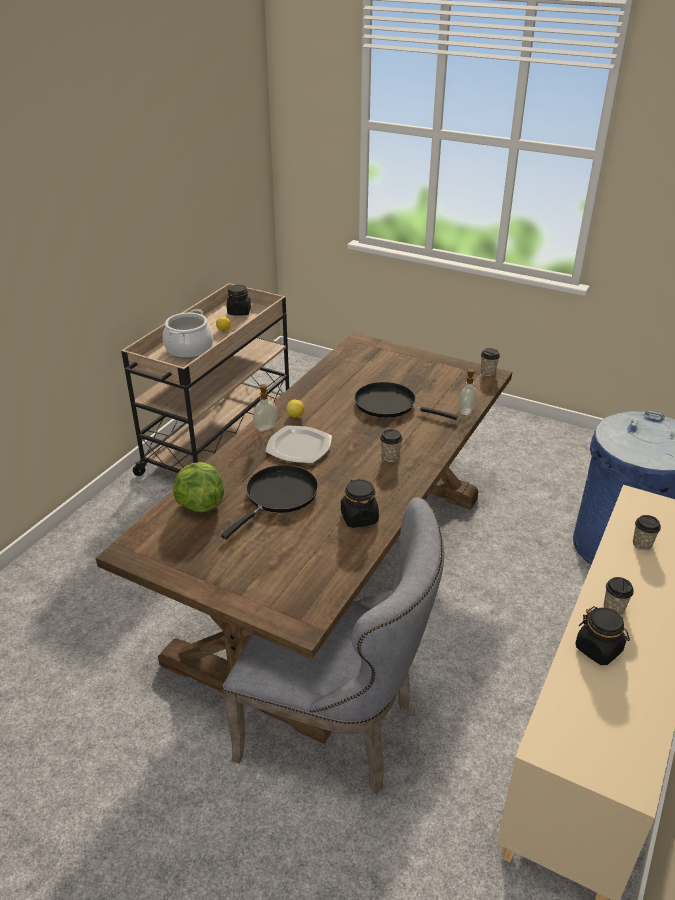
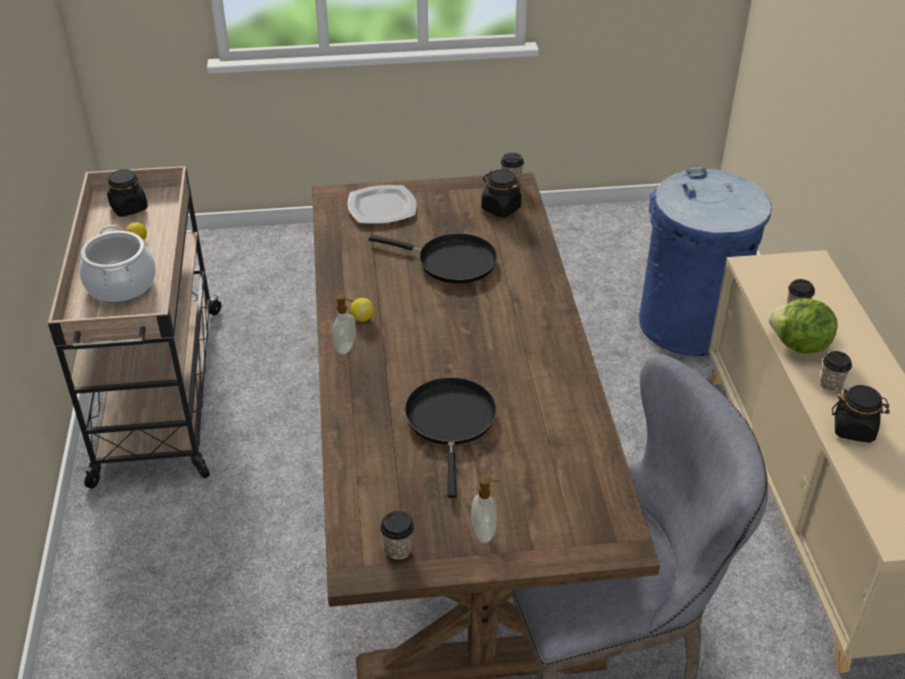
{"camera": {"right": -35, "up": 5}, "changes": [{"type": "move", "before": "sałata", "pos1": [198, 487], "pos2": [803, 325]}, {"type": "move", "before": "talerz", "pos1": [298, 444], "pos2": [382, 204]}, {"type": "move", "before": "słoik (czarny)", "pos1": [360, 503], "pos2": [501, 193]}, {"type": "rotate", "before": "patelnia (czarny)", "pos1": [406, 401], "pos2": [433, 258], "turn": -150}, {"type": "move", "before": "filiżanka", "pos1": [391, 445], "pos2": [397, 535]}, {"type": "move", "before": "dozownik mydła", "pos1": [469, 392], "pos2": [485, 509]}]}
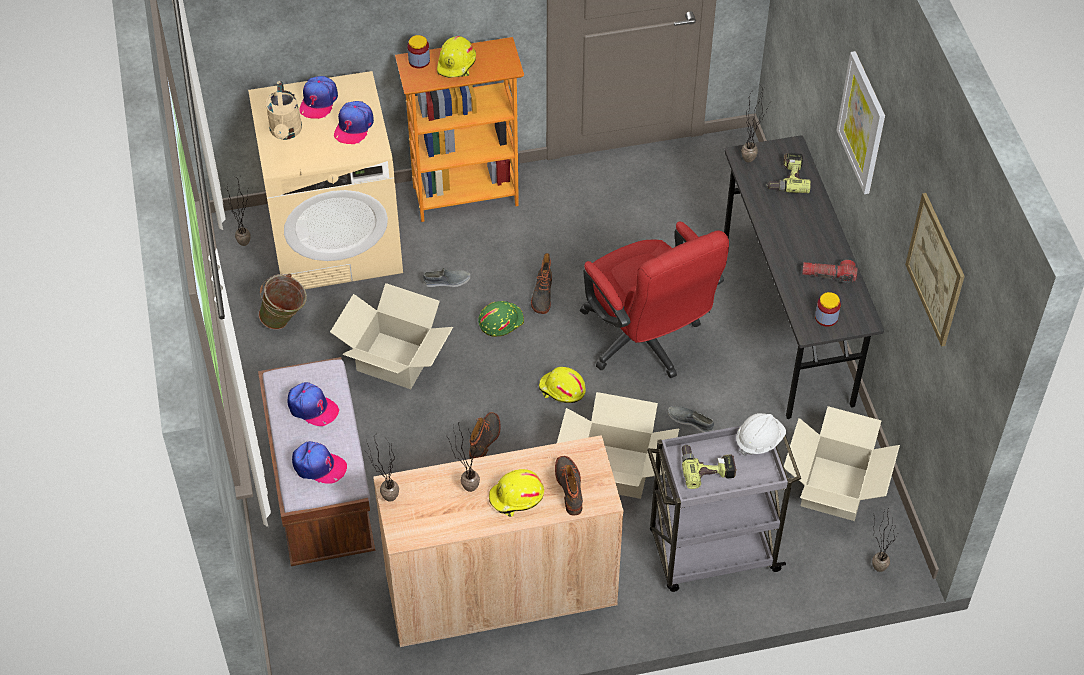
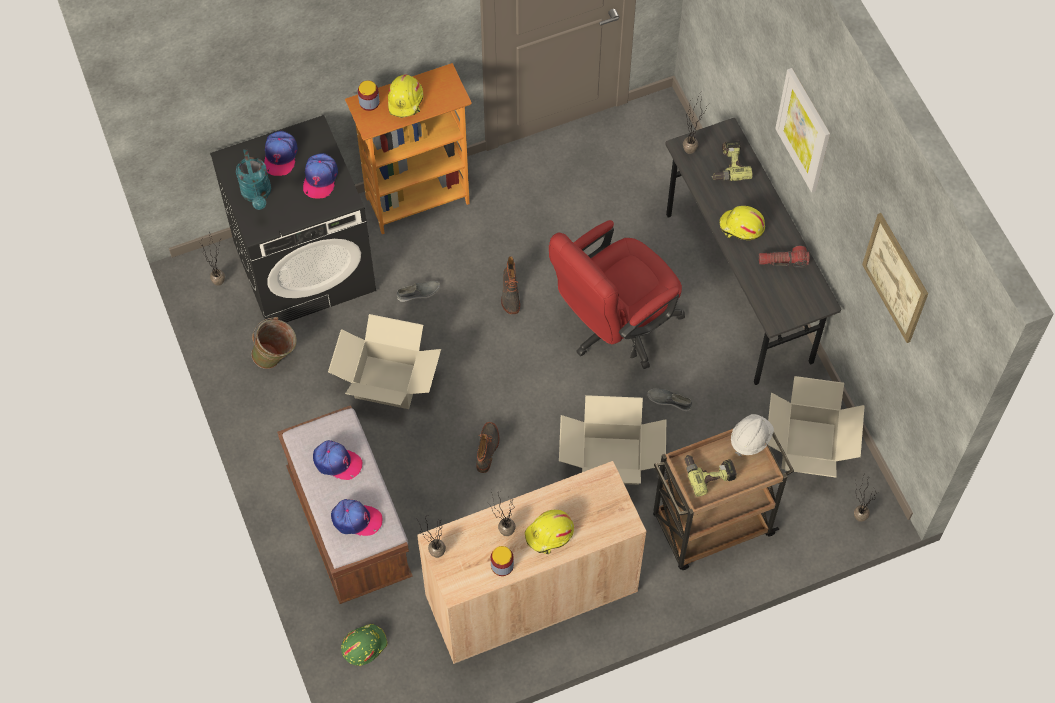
{"camera": {"right": -10, "up": 10}, "changes": [{"type": "recolor", "before": "pralka (beżowy)", "after": "pralka (czarny)", "pos1": [325, 180], "pos2": [293, 219]}, {"type": "recolor", "before": "konewka (beżowy)", "after": "konewka (turkusowy)", "pos1": [284, 110], "pos2": [253, 179]}, {"type": "move", "before": "kask (zielony)", "pos1": [501, 319], "pos2": [364, 645]}, {"type": "move", "before": "kask (żółty)", "pos1": [562, 385], "pos2": [742, 223]}, {"type": "delete", "before": "but z cholewką", "pos1": [569, 485]}, {"type": "rotate", "before": "krzesło biurowe (czerwony)", "pos1": [654, 300], "pos2": [617, 294], "turn": 90}, {"type": "recolor", "before": "wózek (szary)", "after": "wózek (brązowy)", "pos1": [724, 509], "pos2": [723, 499]}, {"type": "move", "before": "słoik", "pos1": [828, 309], "pos2": [502, 561]}]}
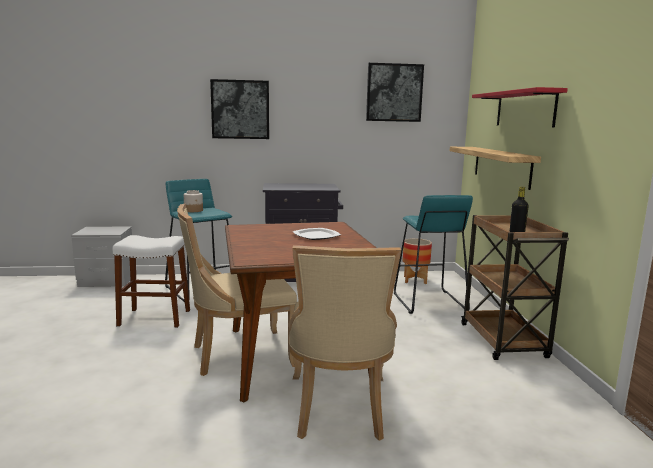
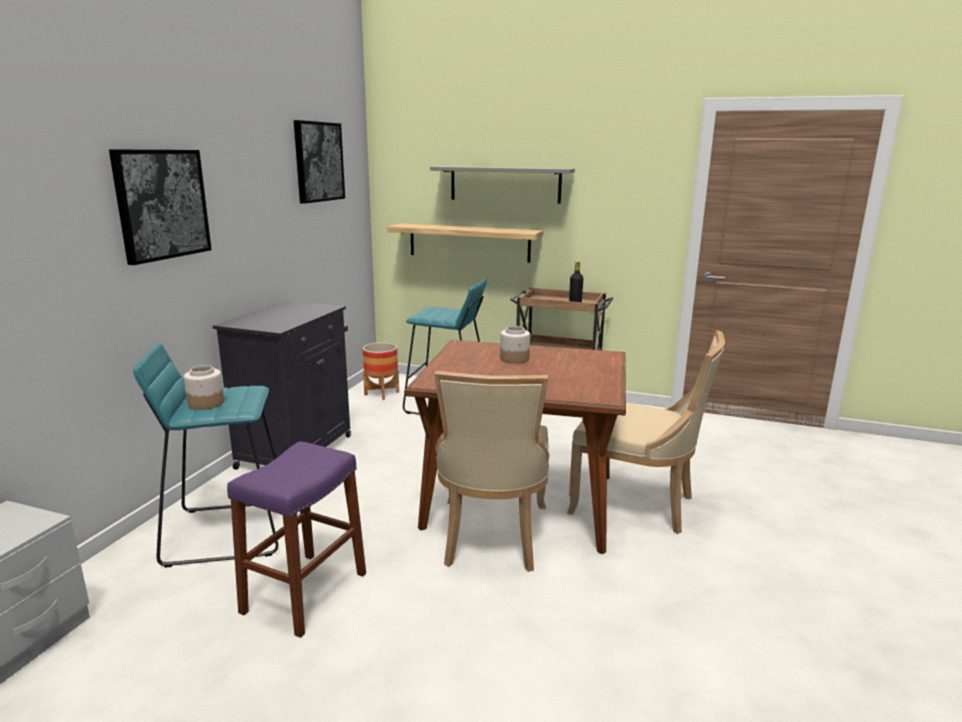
{"camera": {"right": -65, "up": 5}, "changes": [{"type": "recolor", "before": "stołek (biały)", "after": "stołek (fioletowy)", "pos1": [151, 281], "pos2": [296, 539]}, {"type": "replace", "before": "talerz", "after": "słoik", "pos1": [317, 234], "pos2": [515, 345]}, {"type": "recolor", "before": "półka (czerwony)", "after": "półka (szary)", "pos1": [520, 107], "pos2": [502, 185]}]}
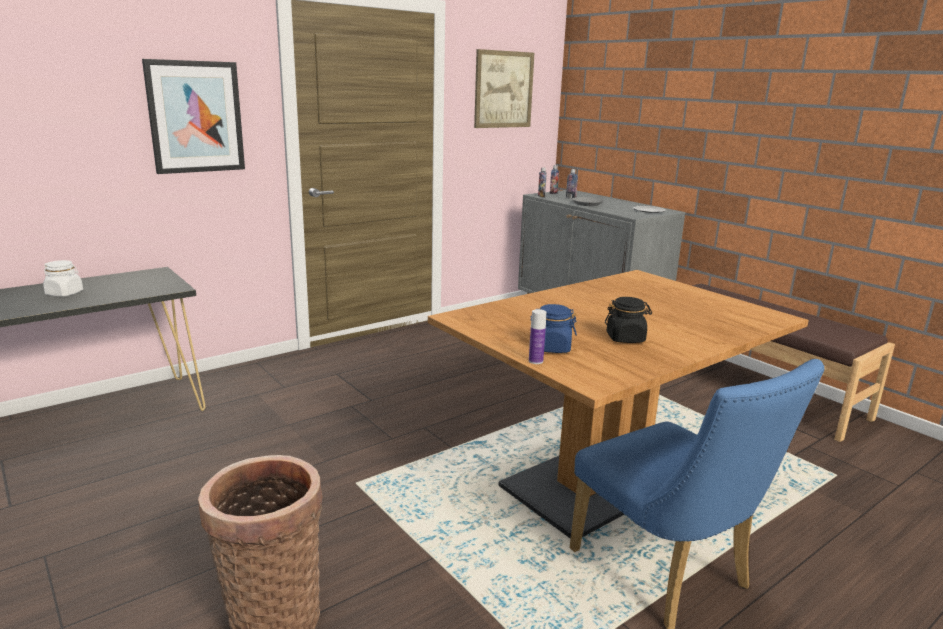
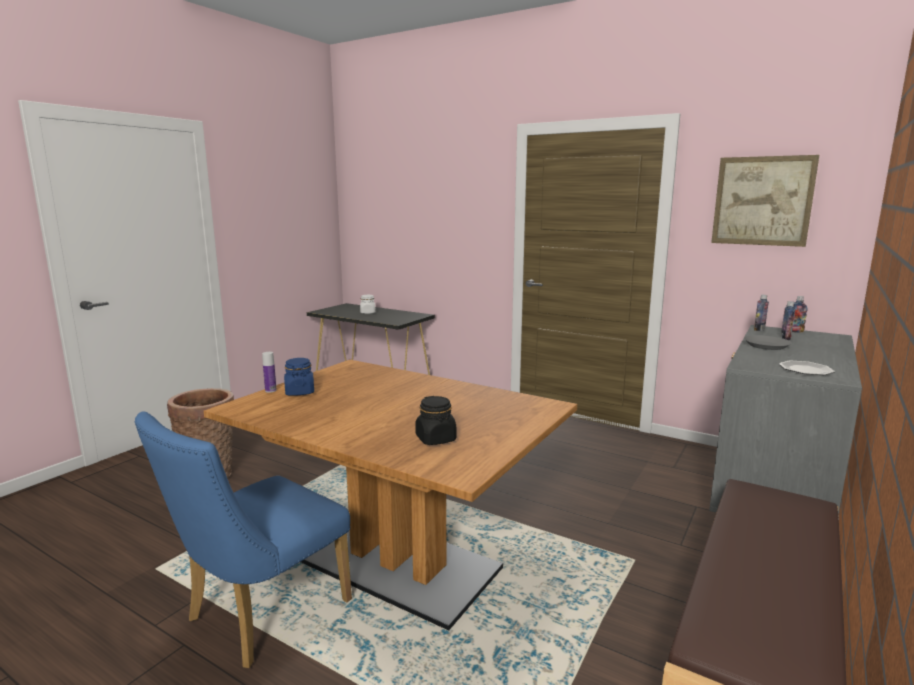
{"camera": {"right": 70, "up": -5}, "changes": [{"type": "delete", "before": "obraz", "pos1": [193, 116]}, {"type": "move", "before": "słoik (czarny)", "pos1": [628, 320], "pos2": [436, 420]}]}
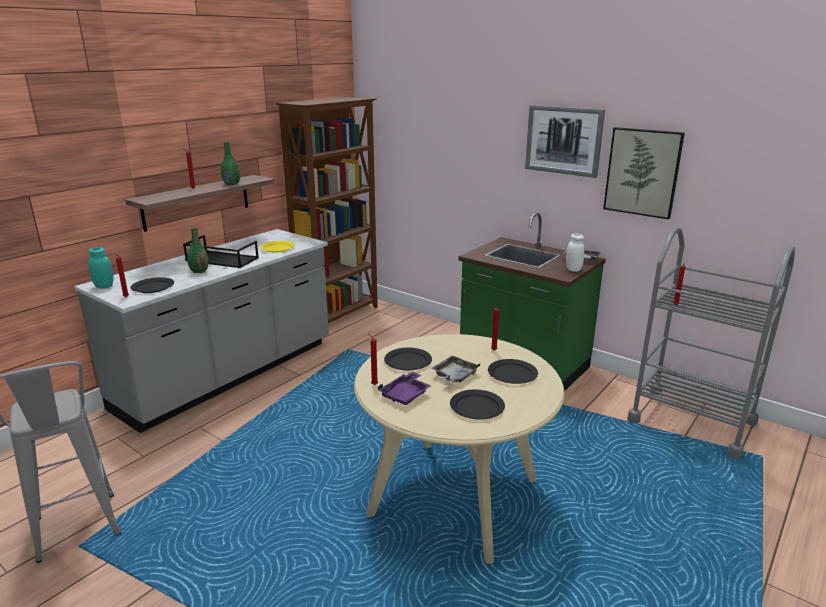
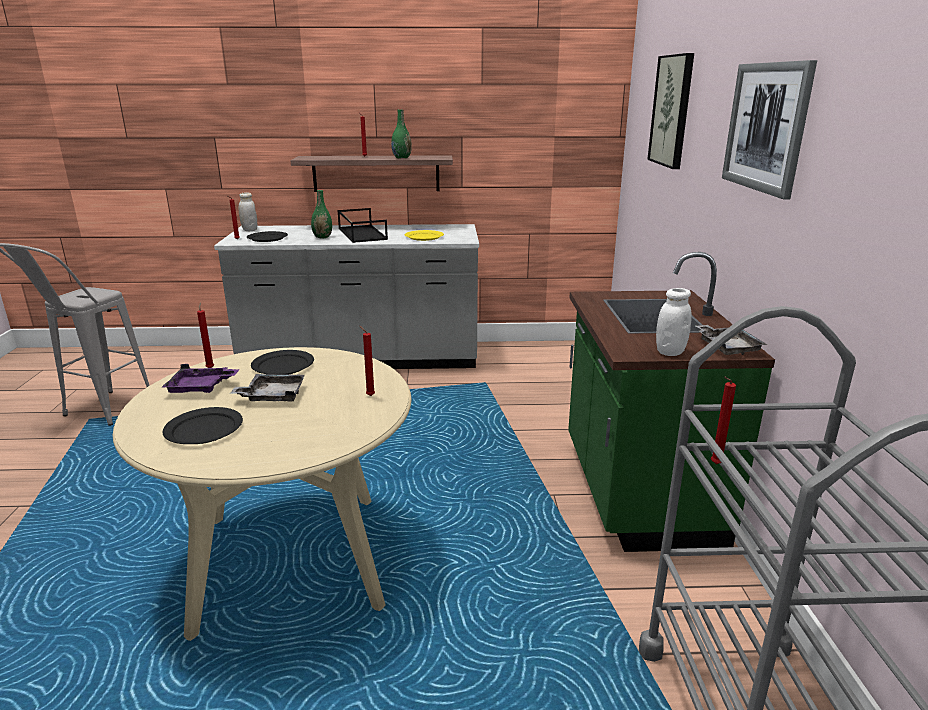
{"camera": {"right": 50, "up": 0}, "changes": [{"type": "recolor", "before": "słoik (turkusowy)", "after": "słoik (biały)", "pos1": [100, 267], "pos2": [247, 211]}, {"type": "delete", "before": "regał (brązowy)", "pos1": [327, 210]}, {"type": "delete", "before": "talerz (czarny)", "pos1": [513, 371]}, {"type": "move", "before": "obraz", "pos1": [644, 173], "pos2": [670, 111]}]}
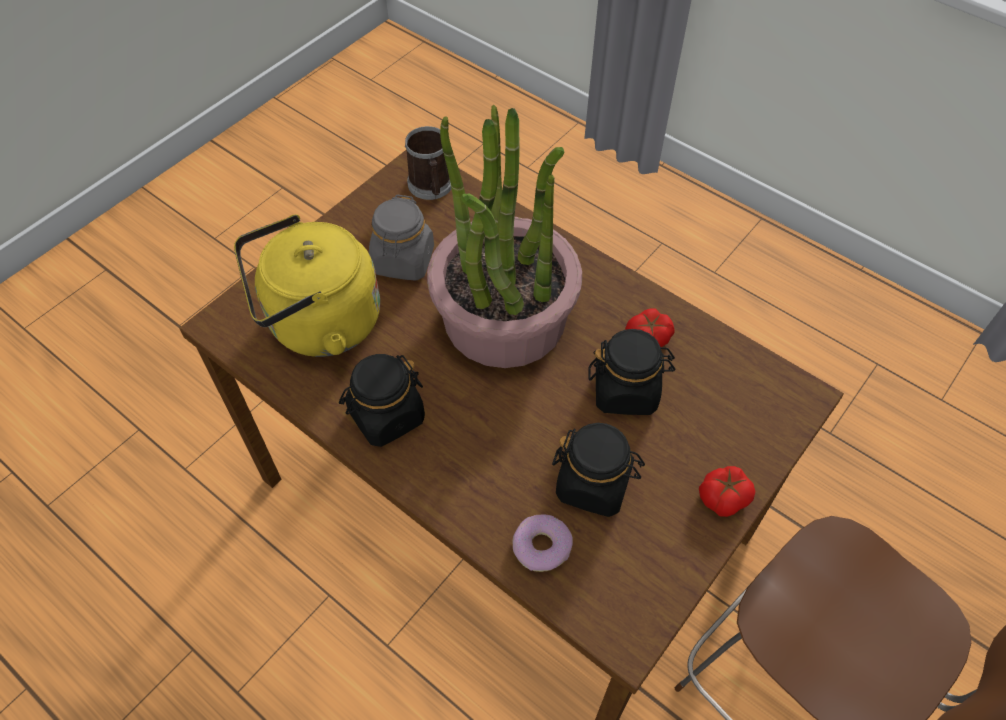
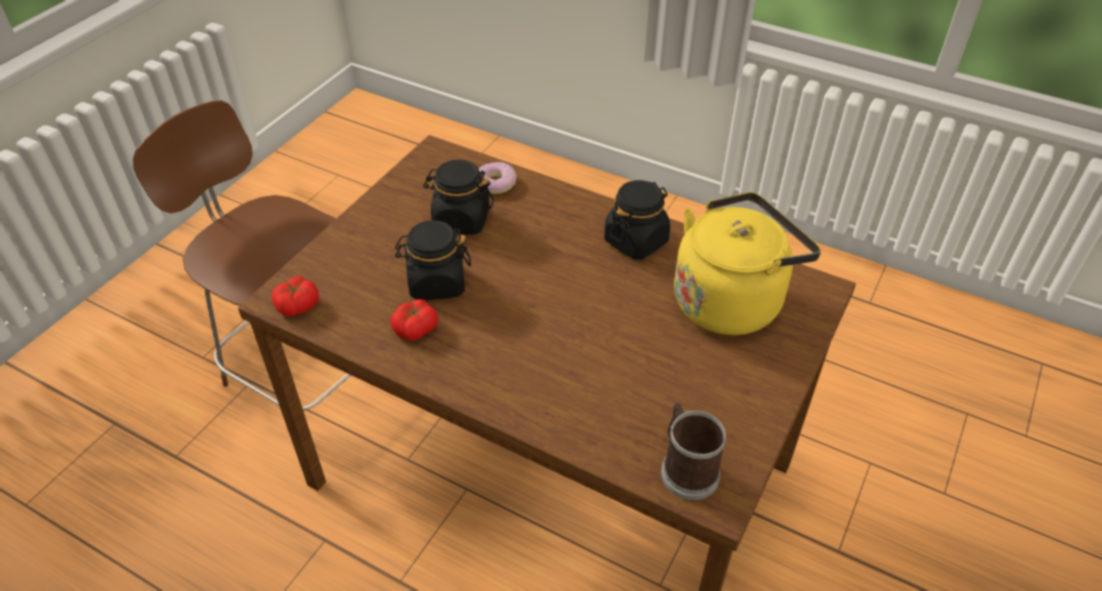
{"camera": {"right": 170, "up": -10}, "changes": [{"type": "delete", "before": "słoik (szary)", "pos1": [401, 238]}, {"type": "delete", "before": "roślina doniczkowa", "pos1": [504, 236]}, {"type": "move", "before": "pomidor", "pos1": [727, 491], "pos2": [295, 296]}]}
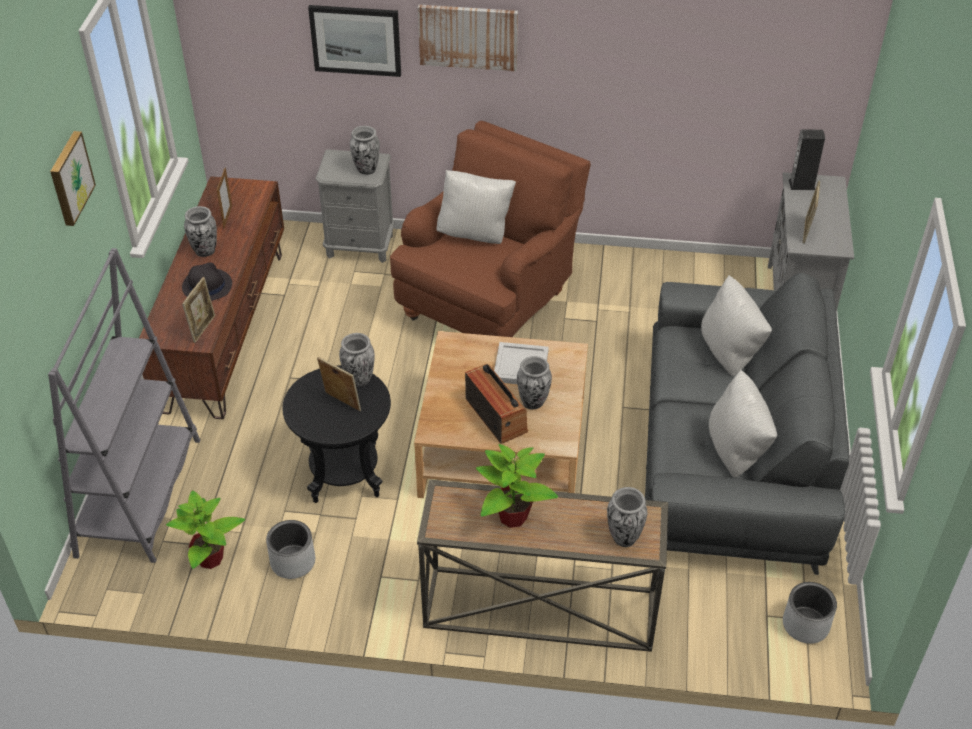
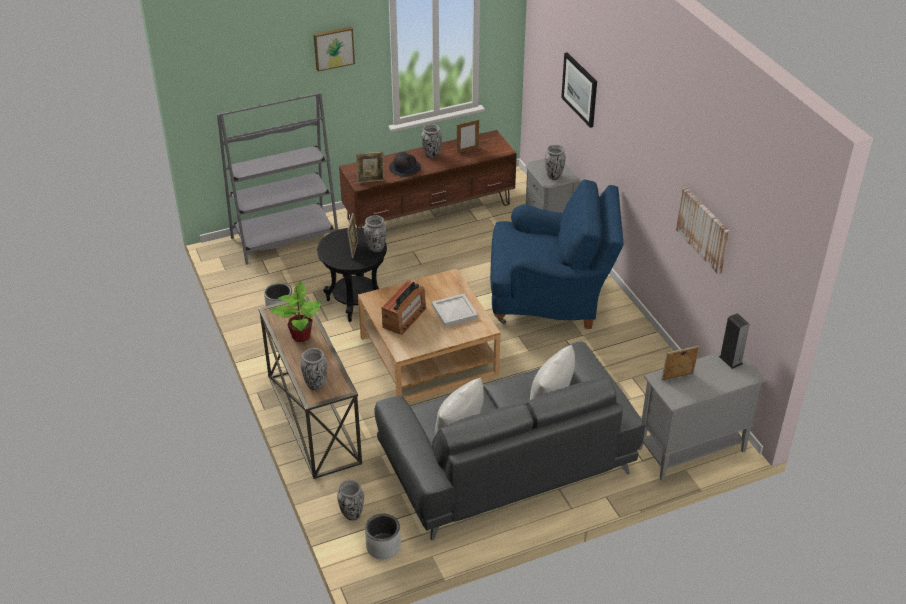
{"camera": {"right": 60, "up": -5}, "changes": [{"type": "delete", "before": "roślina doniczkowa", "pos1": [206, 529]}, {"type": "recolor", "before": "fotel (brązowy)", "after": "fotel (niebieski)", "pos1": [490, 229], "pos2": [557, 254]}, {"type": "move", "before": "obraz", "pos1": [468, 38], "pos2": [702, 230]}, {"type": "delete", "before": "poduszka (biały)", "pos1": [476, 207]}, {"type": "move", "before": "wazon", "pos1": [534, 383], "pos2": [350, 500]}]}
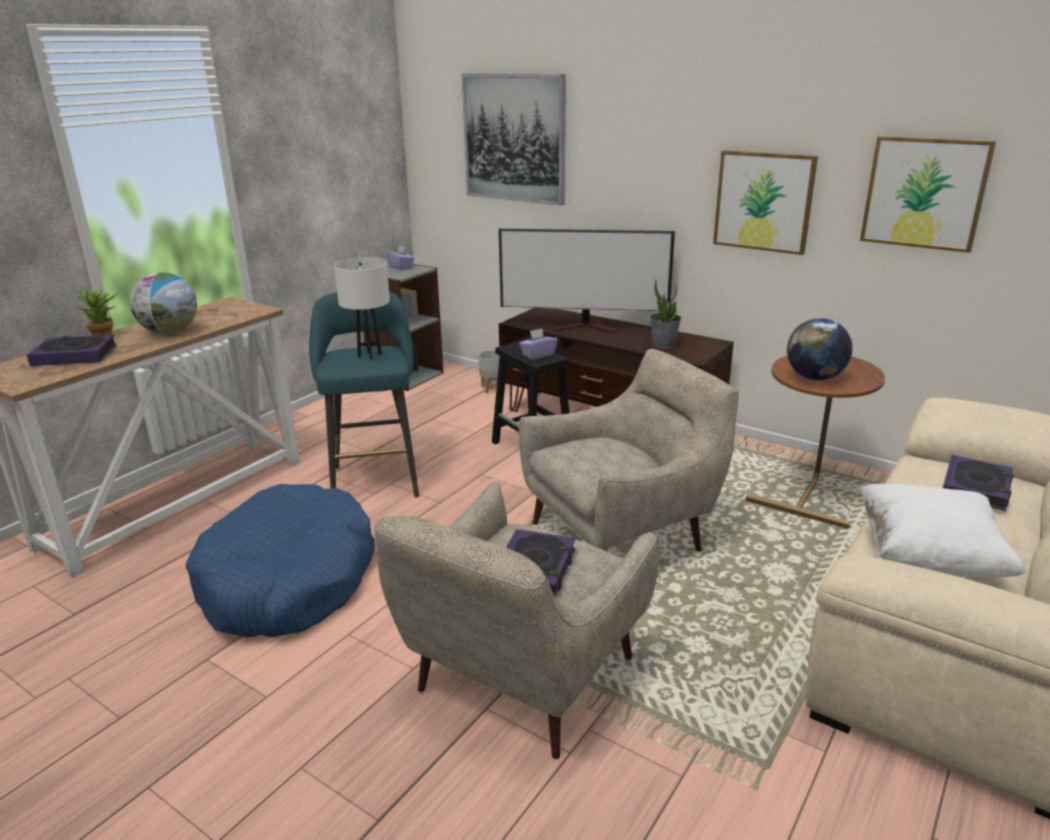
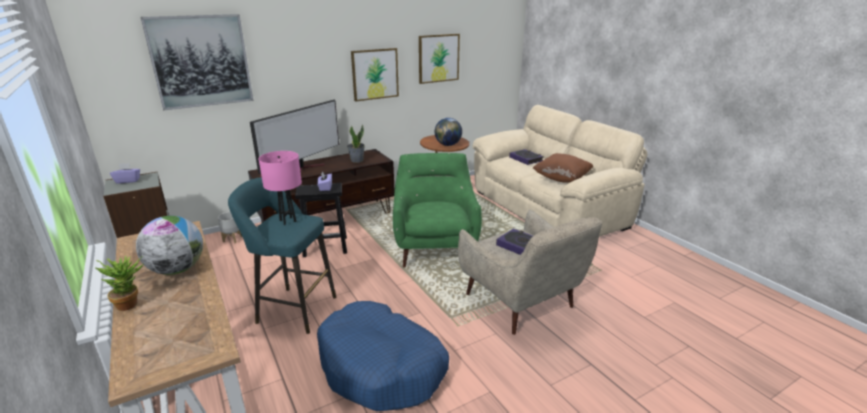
{"camera": {"right": -65, "up": 0}, "changes": [{"type": "delete", "before": "książka", "pos1": [72, 350]}, {"type": "recolor", "before": "lampa stołowa (biały)", "after": "lampa stołowa (różowy)", "pos1": [362, 308], "pos2": [280, 188]}, {"type": "recolor", "before": "fotel (beżowy)", "after": "fotel (zielony)", "pos1": [629, 450], "pos2": [437, 210]}, {"type": "recolor", "before": "poduszka (biały)", "after": "poduszka (brązowy)", "pos1": [942, 531], "pos2": [562, 168]}]}
